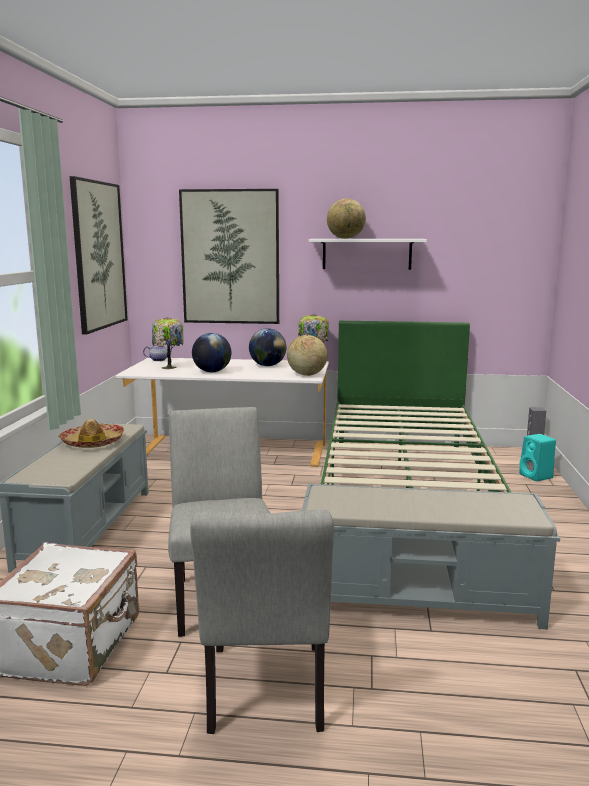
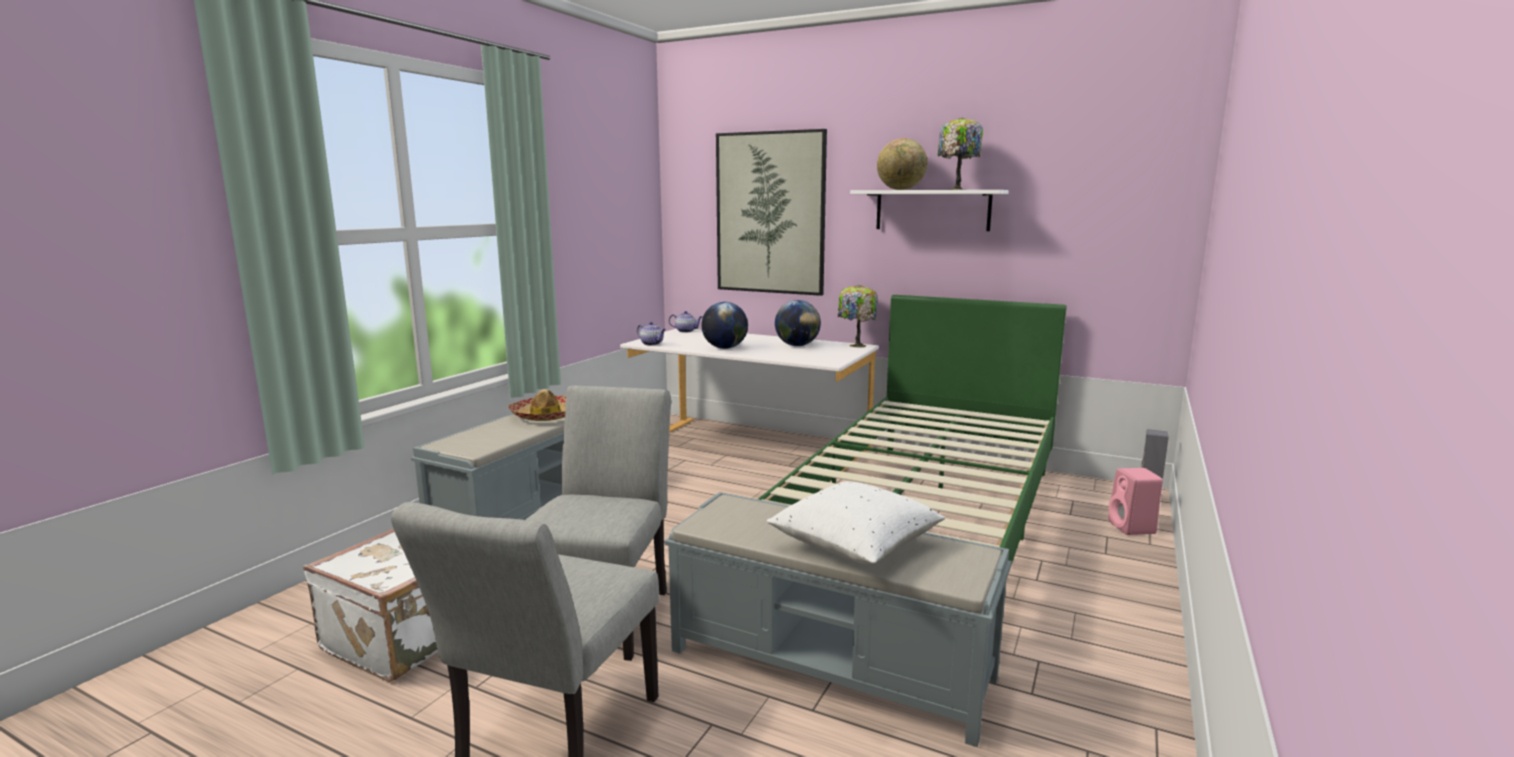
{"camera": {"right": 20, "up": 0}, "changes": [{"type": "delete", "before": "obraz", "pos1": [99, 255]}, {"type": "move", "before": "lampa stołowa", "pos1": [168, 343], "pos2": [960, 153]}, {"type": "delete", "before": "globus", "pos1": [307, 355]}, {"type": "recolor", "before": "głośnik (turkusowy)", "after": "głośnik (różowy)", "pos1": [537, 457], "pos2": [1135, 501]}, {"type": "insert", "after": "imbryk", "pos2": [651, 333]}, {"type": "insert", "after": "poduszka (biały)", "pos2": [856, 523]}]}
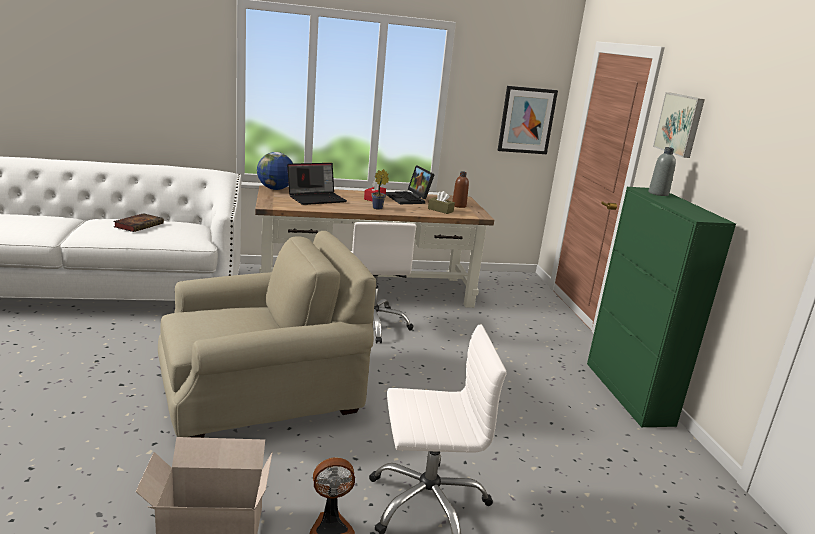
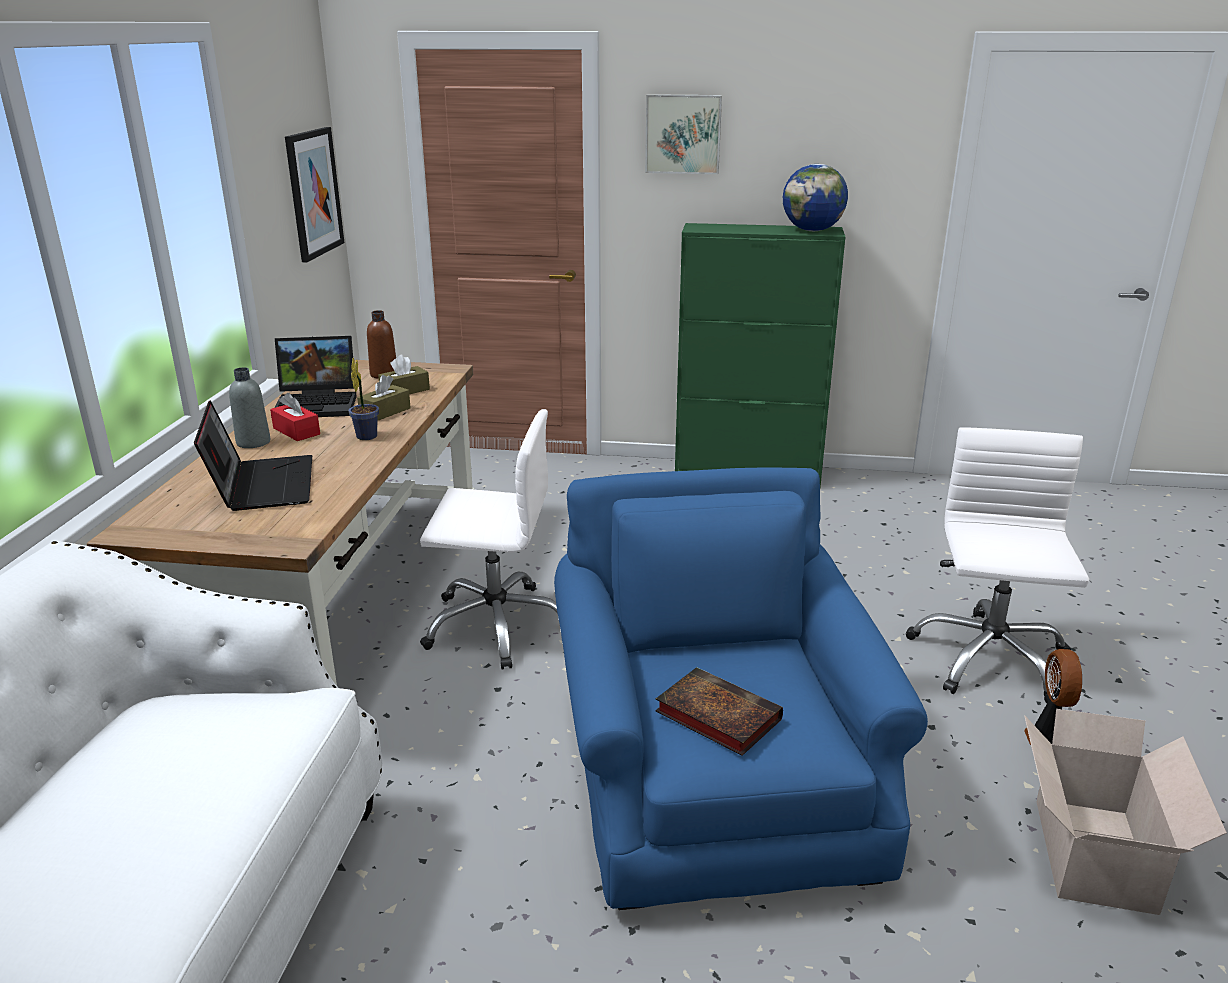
{"camera": {"right": -70, "up": 5}, "changes": [{"type": "move", "before": "książka", "pos1": [138, 222], "pos2": [719, 711]}, {"type": "recolor", "before": "fotel (beżowy)", "after": "fotel (niebieski)", "pos1": [267, 334], "pos2": [741, 688]}, {"type": "move", "before": "globus", "pos1": [275, 171], "pos2": [815, 197]}, {"type": "move", "before": "butelka (szary)", "pos1": [662, 171], "pos2": [249, 407]}, {"type": "insert", "after": "pudełko chusteczek (brązowy)", "pos2": [384, 398]}]}
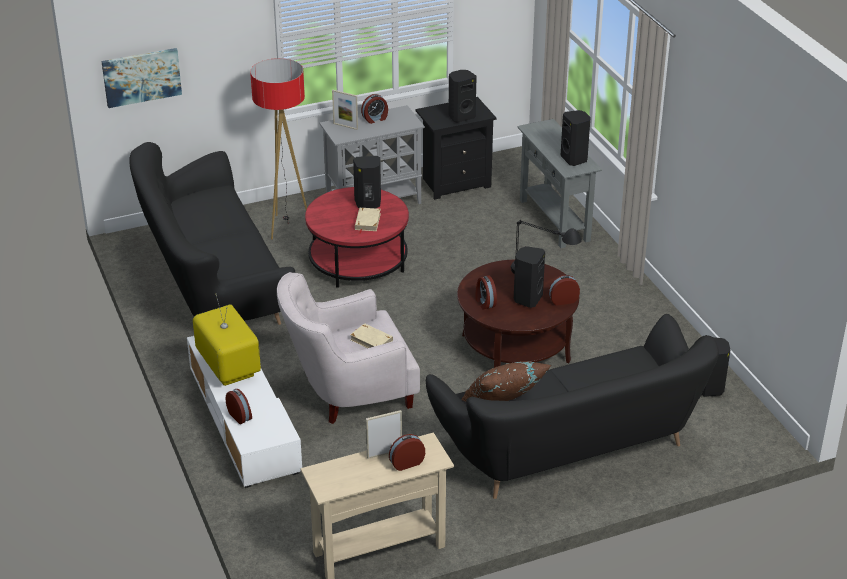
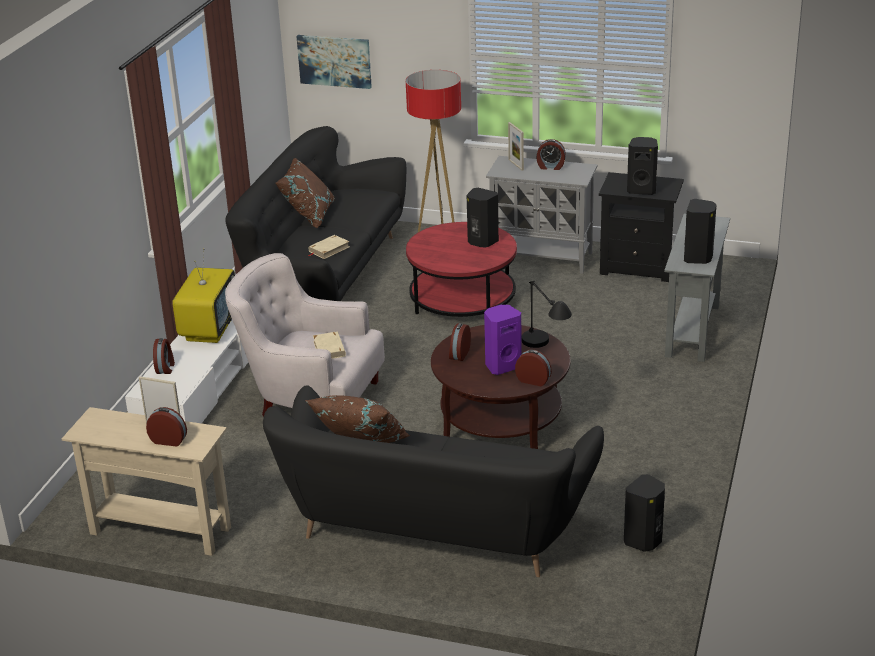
{"camera": {"right": 40, "up": -5}, "changes": [{"type": "move", "before": "książka (beżowy)", "pos1": [368, 220], "pos2": [328, 247]}, {"type": "recolor", "before": "głośnik (czarny)", "after": "głośnik (fioletowy)", "pos1": [529, 277], "pos2": [503, 340]}, {"type": "insert", "after": "poduszka (brązowy)", "pos2": [305, 193]}]}
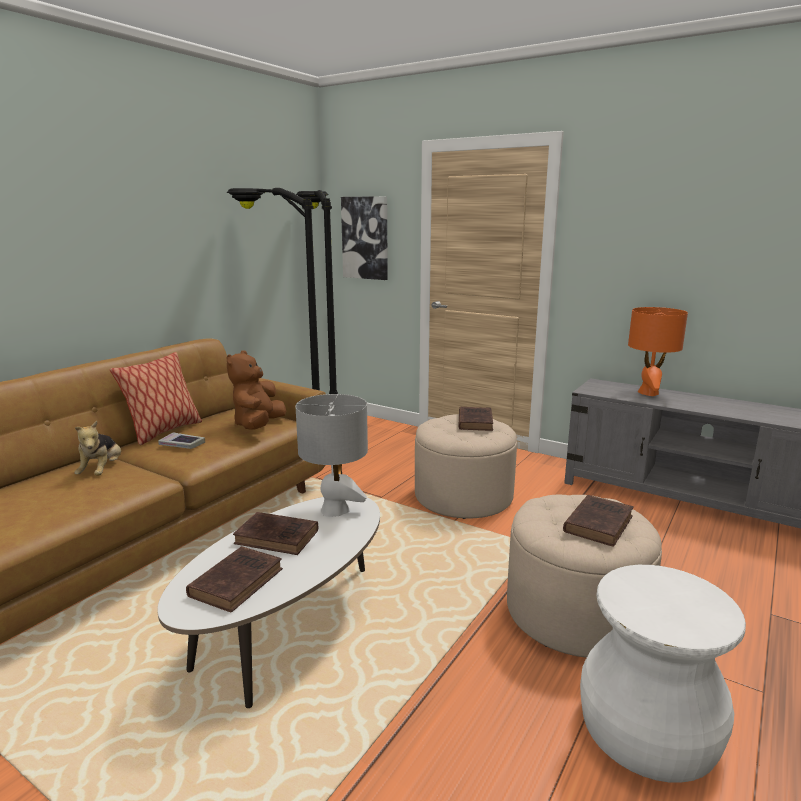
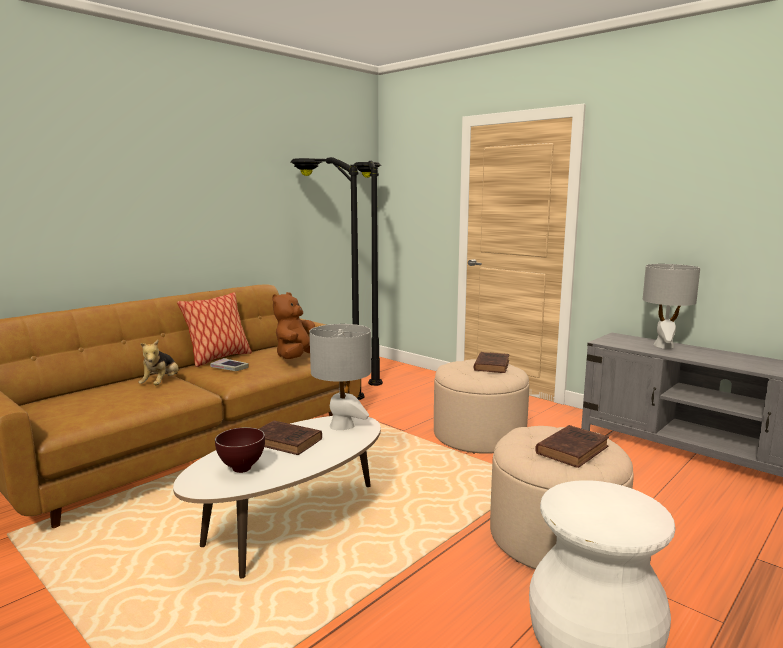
{"camera": {"right": 10, "up": -5}, "changes": [{"type": "replace", "before": "książka (brązowy)", "after": "miska (brązowy)", "pos1": [234, 579], "pos2": [240, 450]}, {"type": "delete", "before": "obraz", "pos1": [364, 238]}, {"type": "recolor", "before": "lampa stołowa (pomarańczowy)", "after": "lampa stołowa (szary)", "pos1": [658, 351], "pos2": [671, 306]}]}
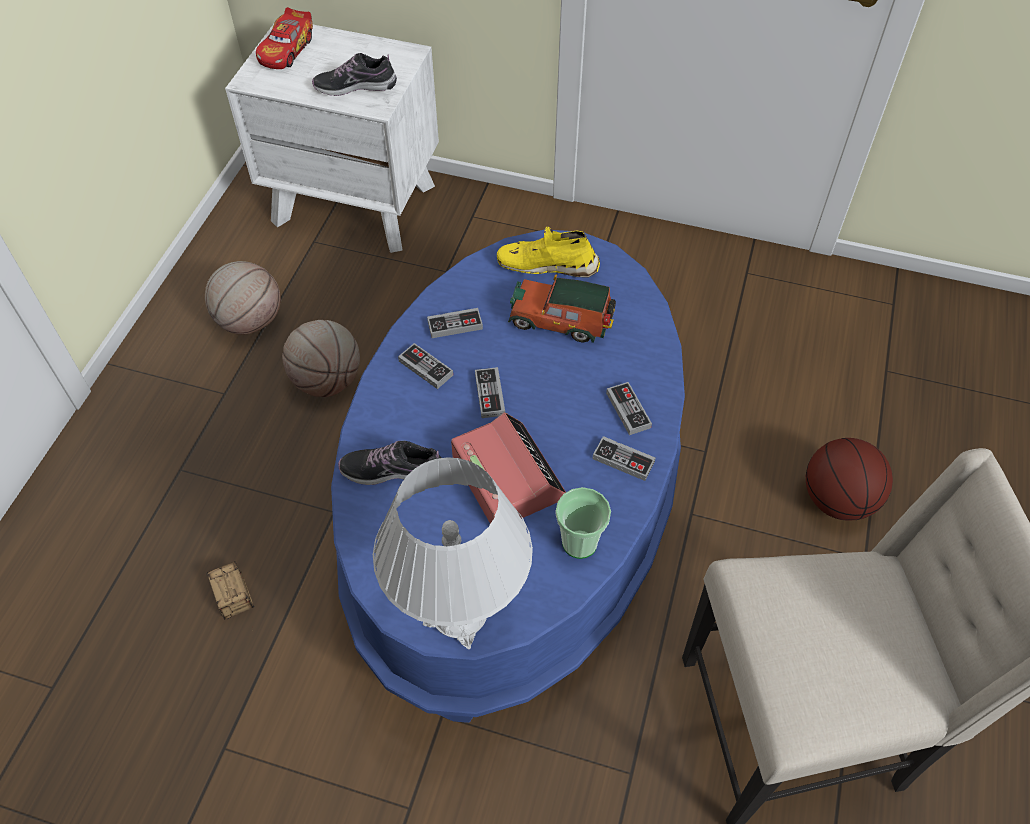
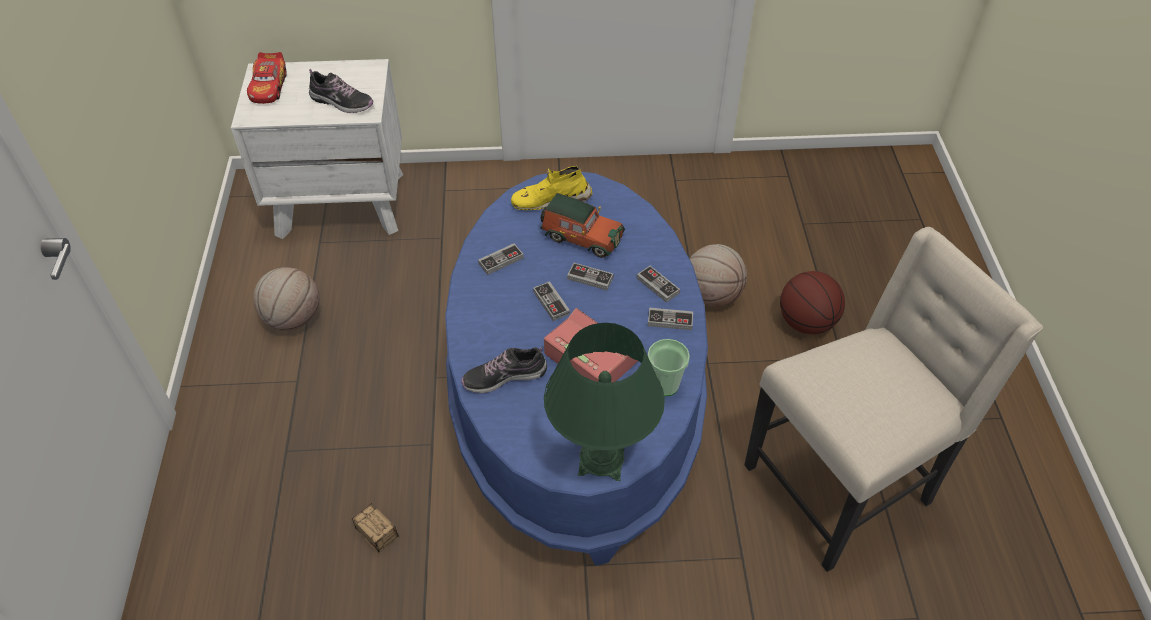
{"camera": {"right": -20, "up": -5}, "changes": [{"type": "move", "before": "piłka do koszykówki", "pos1": [321, 358], "pos2": [718, 275]}, {"type": "rotate", "before": "but", "pos1": [354, 74], "pos2": [341, 91], "turn": -135}, {"type": "recolor", "before": "lampa stołowa (biały)", "after": "lampa stołowa (zielony)", "pos1": [453, 553], "pos2": [604, 402]}, {"type": "move", "before": "pad do gier", "pos1": [425, 366], "pos2": [590, 276]}, {"type": "rotate", "before": "samochodzik", "pos1": [562, 308], "pos2": [583, 225], "turn": -150}]}
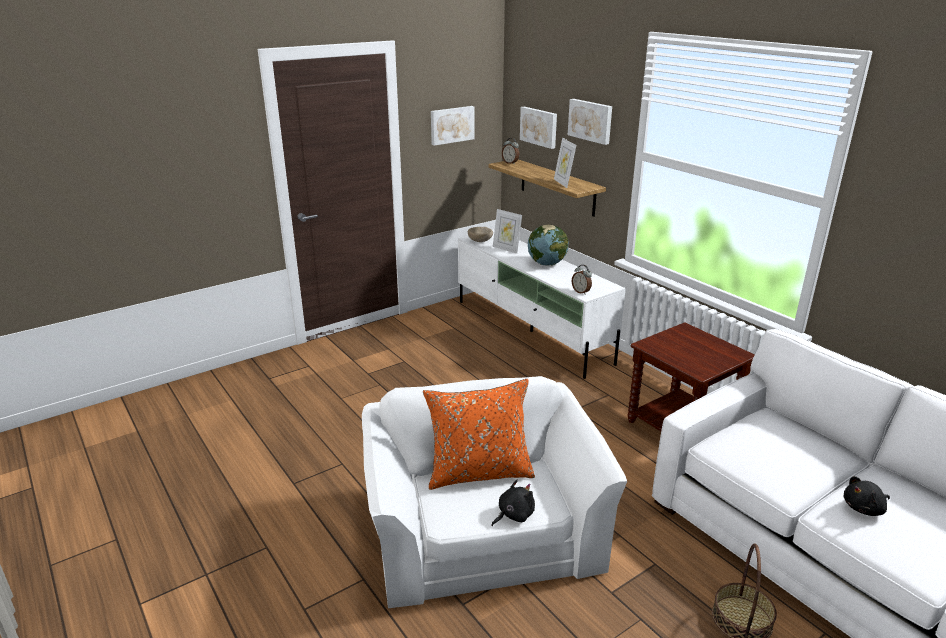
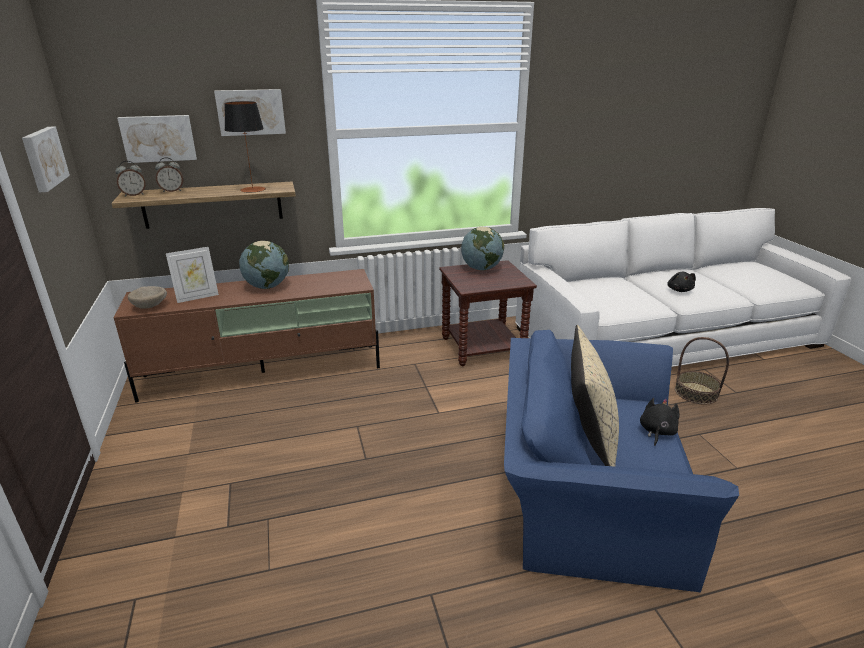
{"camera": {"right": -70, "up": 0}, "changes": [{"type": "recolor", "before": "fotel (biały)", "after": "fotel (niebieski)", "pos1": [494, 492], "pos2": [621, 461]}, {"type": "recolor", "before": "poduszka (pomarańczowy)", "after": "poduszka (beżowy)", "pos1": [479, 434], "pos2": [595, 396]}, {"type": "recolor", "before": "szafka pod telewizor (biały)", "after": "szafka pod telewizor (brązowy)", "pos1": [542, 304], "pos2": [247, 336]}, {"type": "rotate", "before": "pluszak (czarny)", "pos1": [513, 502], "pos2": [660, 422], "turn": 45}, {"type": "replace", "before": "ramka na zdjęcie", "after": "lampa stołowa", "pos1": [565, 163], "pos2": [245, 146]}, {"type": "move", "before": "budzik", "pos1": [582, 280], "pos2": [169, 174]}, {"type": "insert", "after": "globus", "pos2": [482, 249]}]}
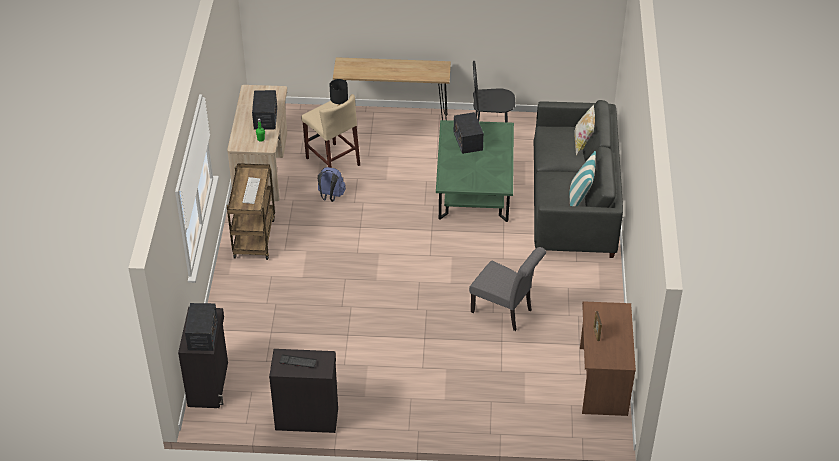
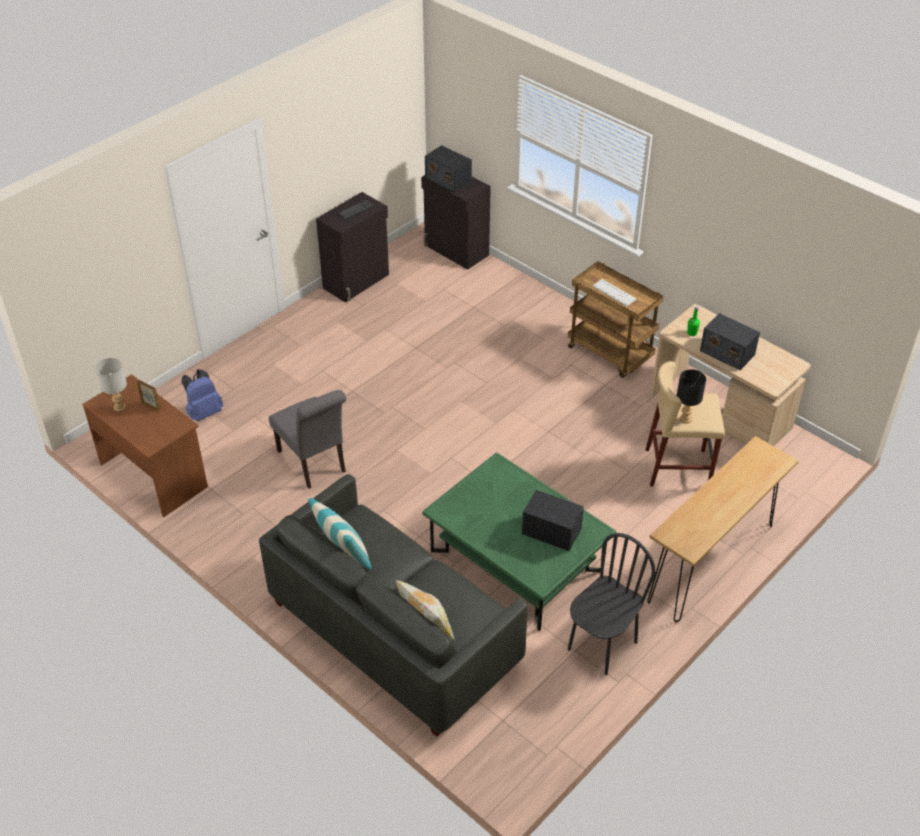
{"camera": {"right": 130, "up": 0}, "changes": [{"type": "move", "before": "plecak (niebieski)", "pos1": [332, 184], "pos2": [202, 395]}, {"type": "rotate", "before": "krzesło (szary)", "pos1": [507, 289], "pos2": [307, 439], "turn": -105}, {"type": "insert", "after": "lampa stołowa (szary)", "pos2": [111, 385]}]}
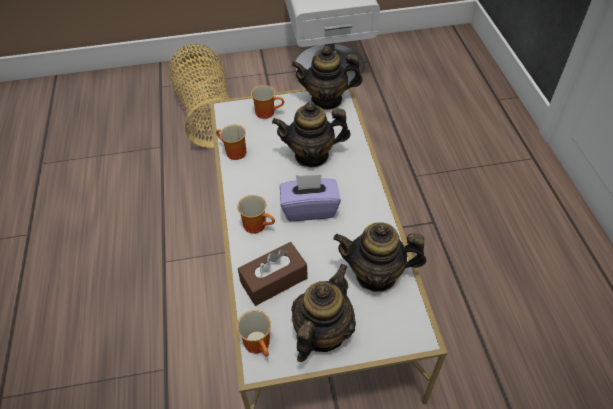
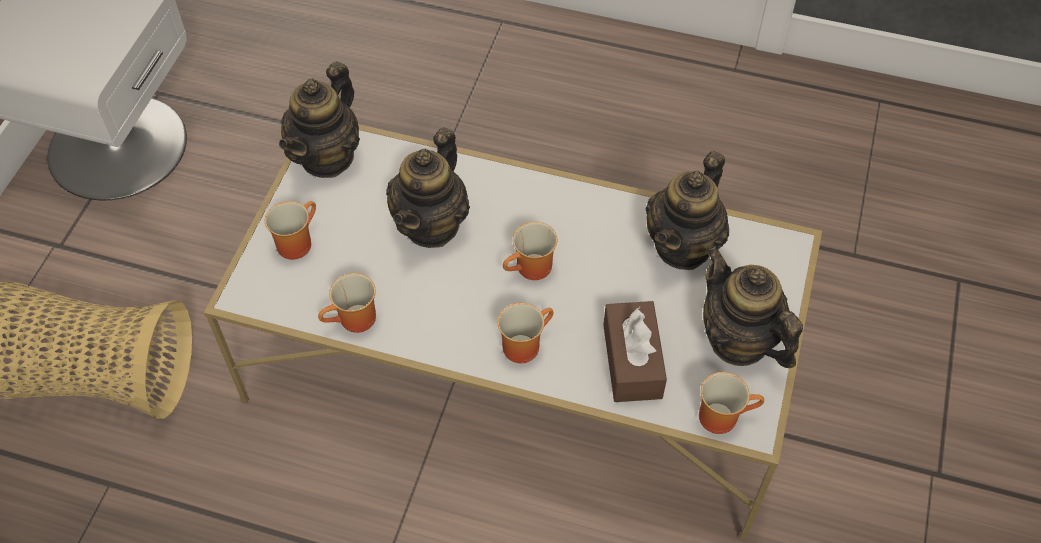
{"camera": {"right": -65, "up": 5}, "changes": [{"type": "replace", "before": "pudełko chusteczek (fioletowy)", "after": "kubek", "pos1": [310, 197], "pos2": [530, 251]}]}
